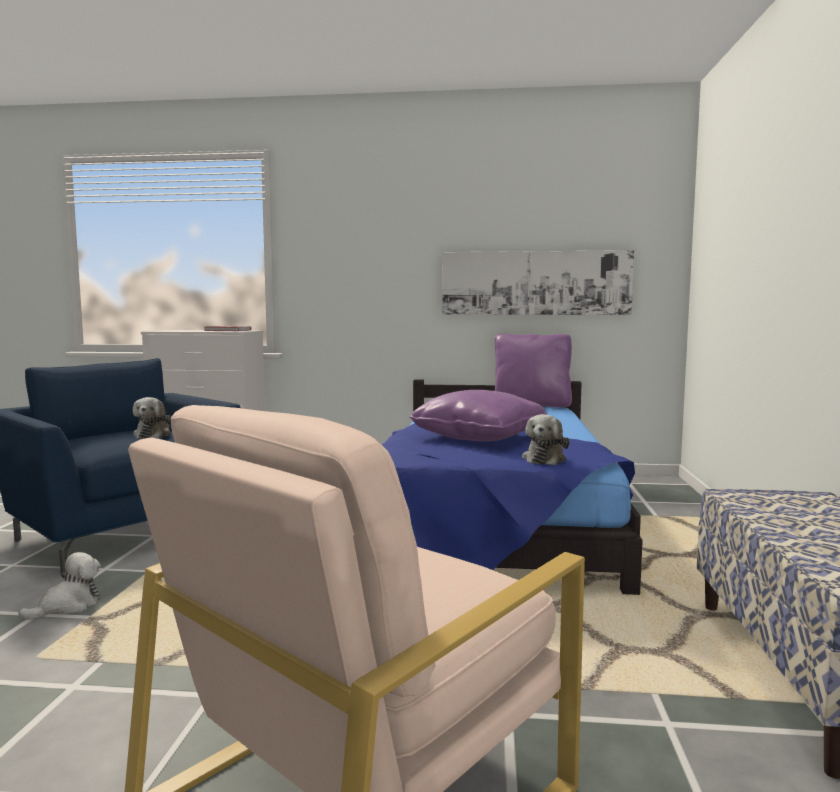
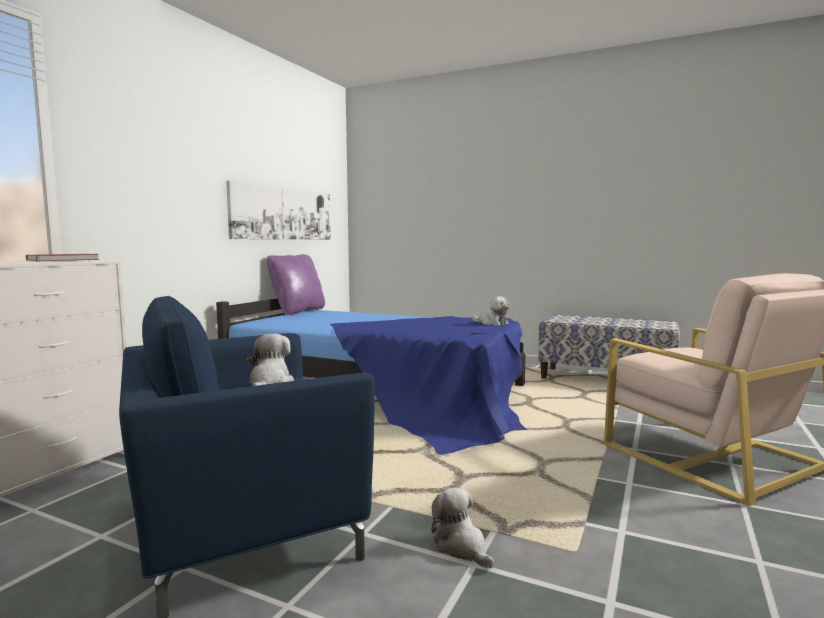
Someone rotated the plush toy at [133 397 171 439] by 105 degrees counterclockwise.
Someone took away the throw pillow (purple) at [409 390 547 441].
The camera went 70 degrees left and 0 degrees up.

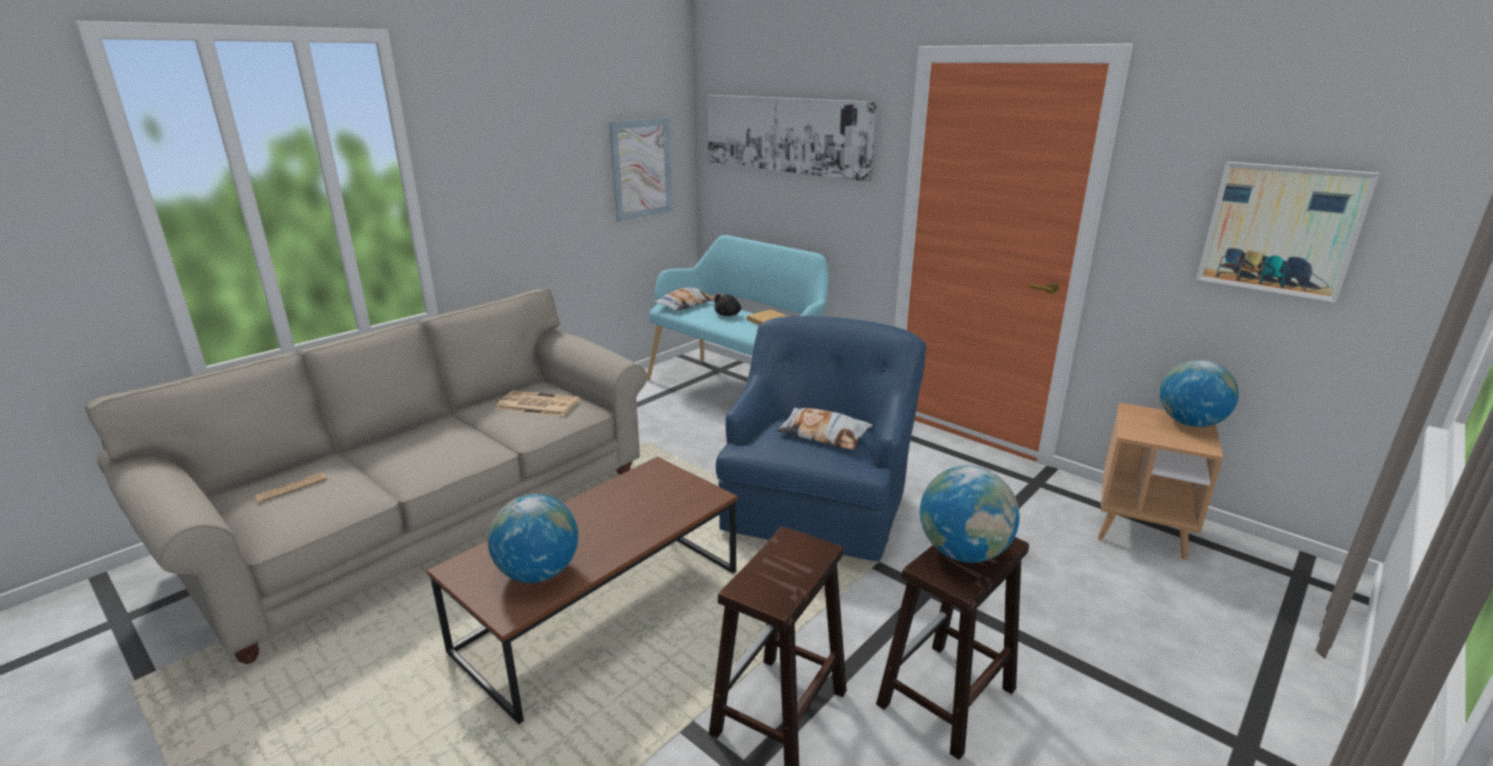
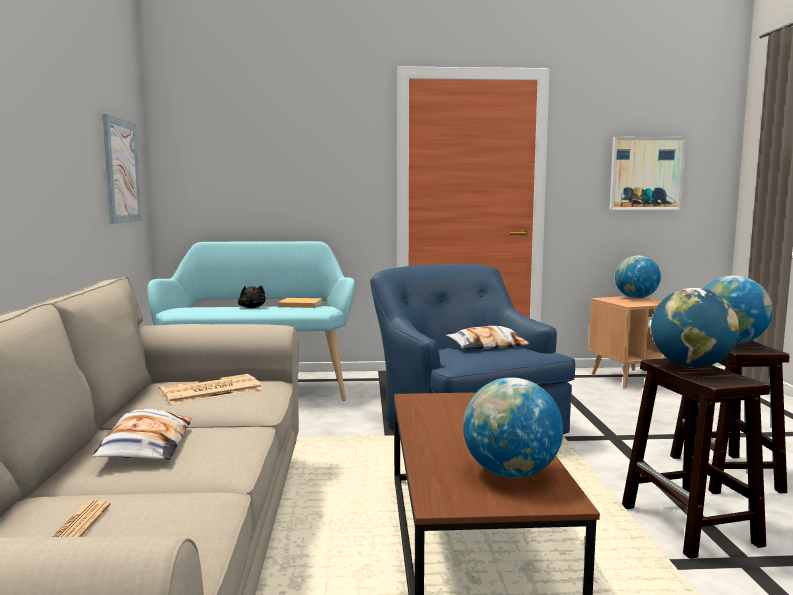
Someone carried the throw pillow from [653 287 715 311] to [92 409 192 460].
Someone put down the world globe at [651 288 739 368].
Someone took away the picture at [707 95 877 182].
The camera went 45 degrees left and 15 degrees down.

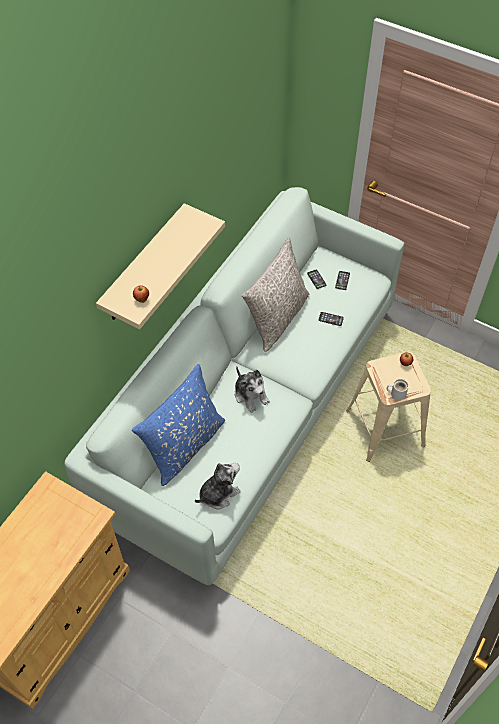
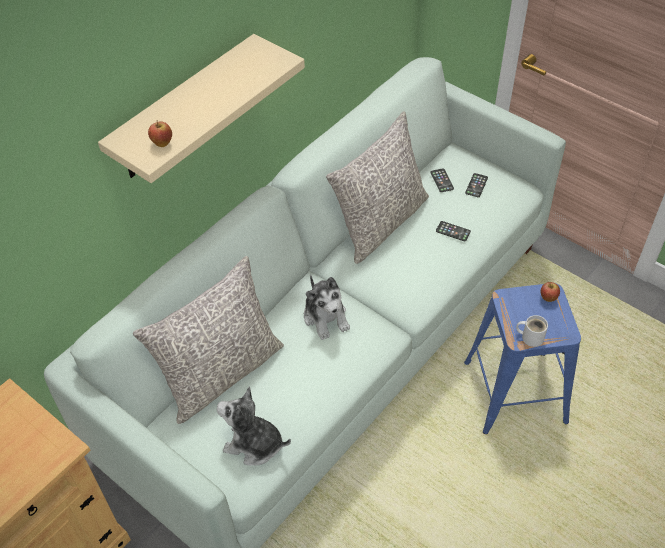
Someone repainted the throw pillow (bluish) at [132 364 225 486], which became the throw pillow (gray) at [133 256 284 424].
Someone rotated the plush toy at [195 463 241 509] by 135 degrees counterclockwise.
Someone repainted the sitting stool (beige) at [346 352 431 462], which became the sitting stool (bluish) at [464 284 581 434].
The camera went 10 degrees right and 5 degrees down.

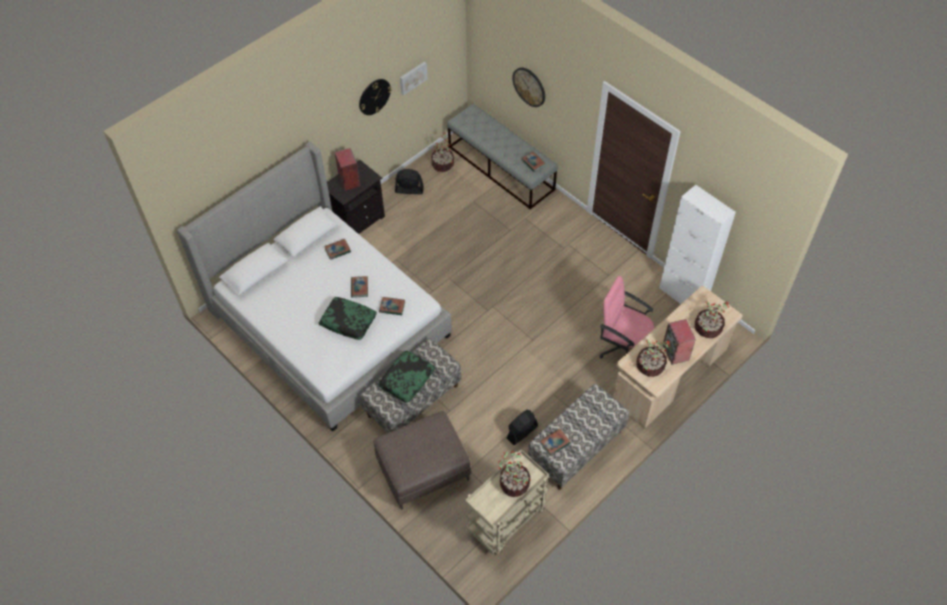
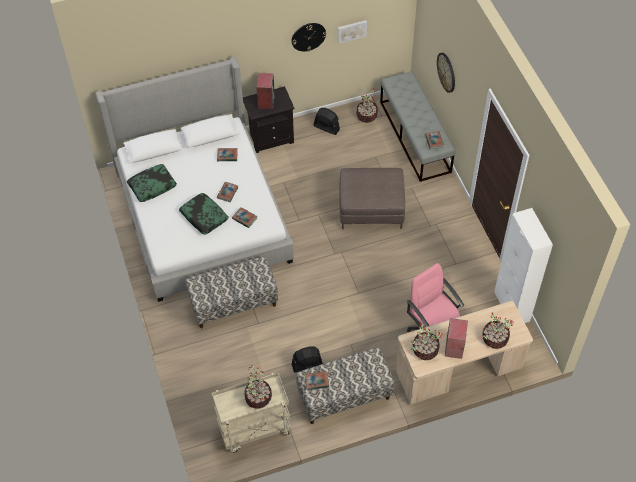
Someone carried the throw pillow from [378 351 435 403] to [127 164 177 202].
Someone carried the pouffe (brown) from [373 411 471 510] to [339 168 405 229].
The camera went 25 degrees right and 0 degrees up.

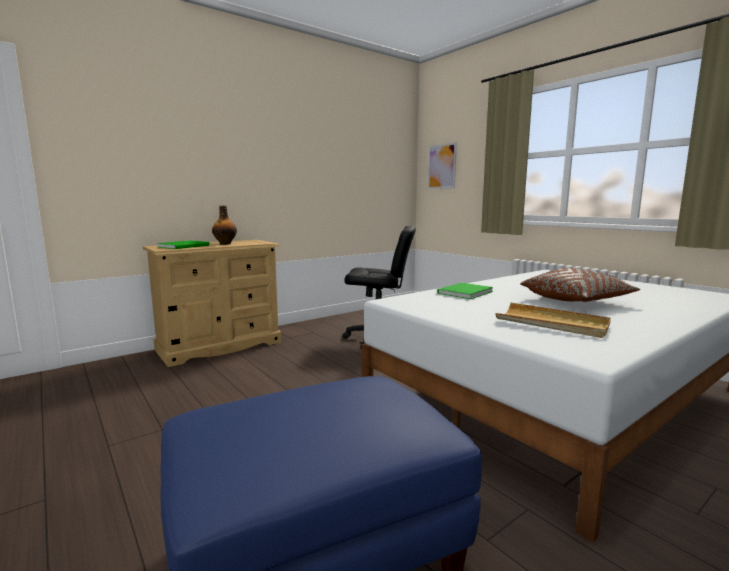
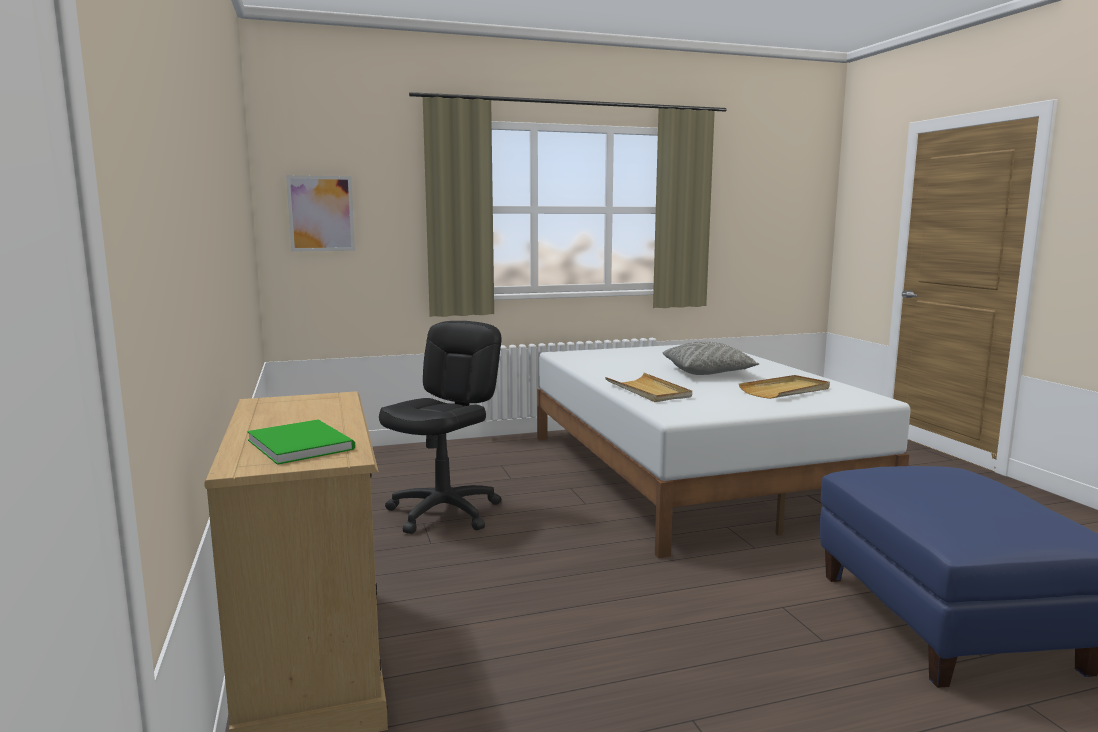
Someone swapped the book (green) at [437 283 493 299] for the tray (beige) at [605 373 692 402].
Someone repainted the throw pillow (brown) at [521 268 640 302], which became the throw pillow (gray) at [663 342 759 375].
Someone took away the bottle at [212 205 237 245].
The camera went 70 degrees left and 0 degrees up.

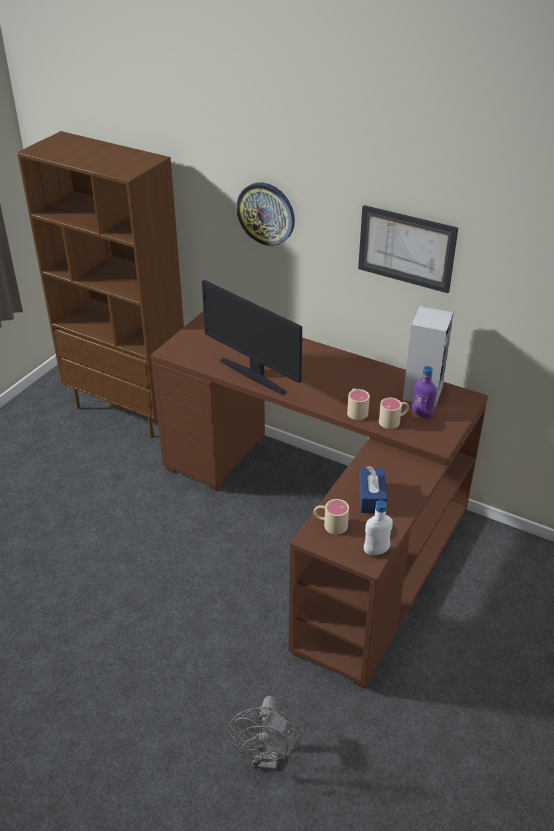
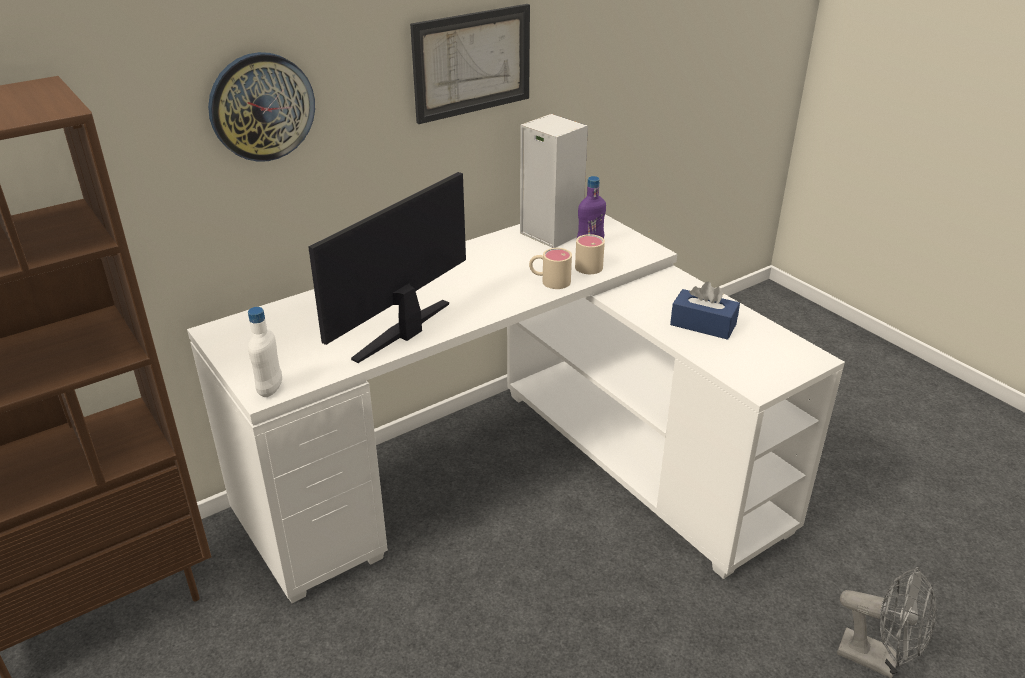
Someone repainted the desk (brown) at [150 312 488 688], which became the desk (white) at [187 214 845 603].
Someone carried the bottle (white) from [364 500 393 555] to [248 307 282 397].
Someone rotated the monitor at [202 280 302 395] by 150 degrees clockwise.
Someone took away the coffee mug (beige) at [314 499 349 535].
The camera went 65 degrees left and 5 degrees down.

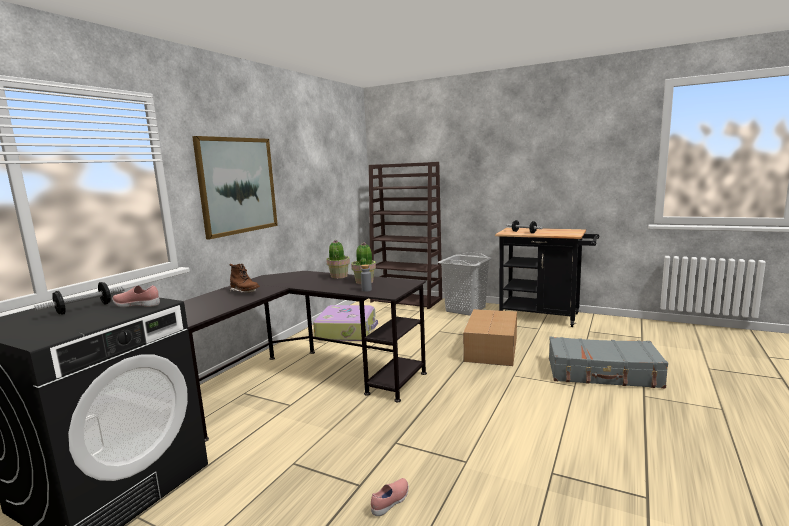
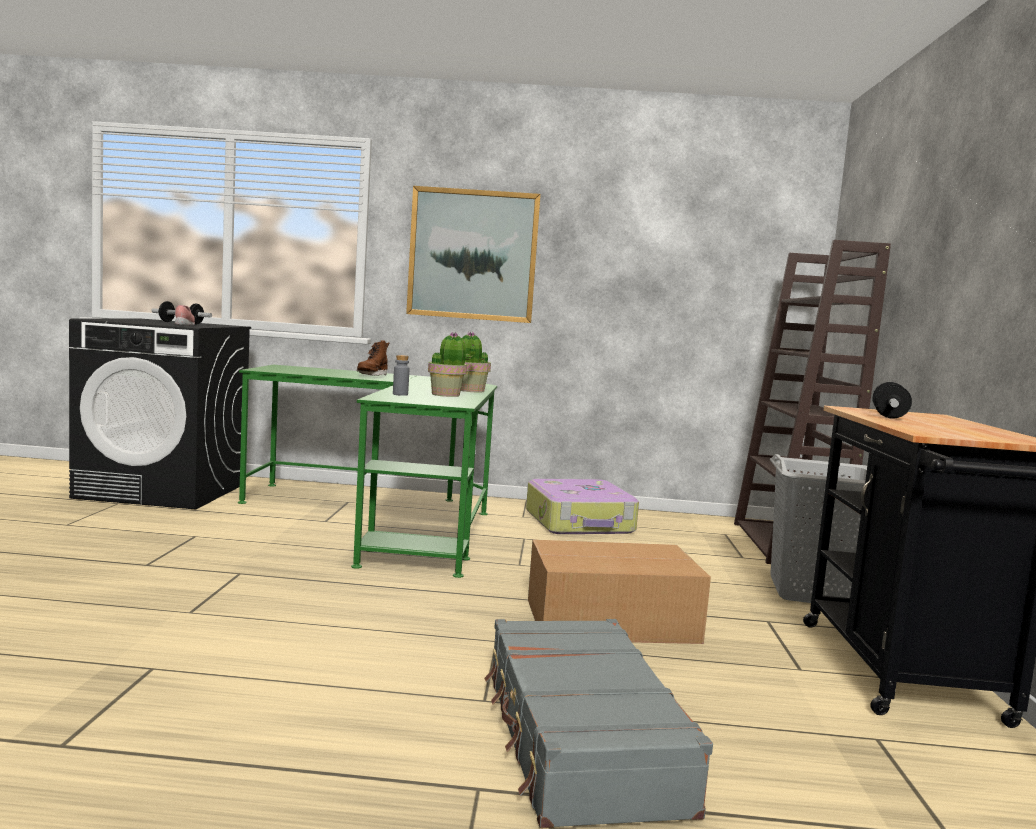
Someone repainted the desk (blackish) at [183 271 427 442], which became the desk (green) at [238 365 497 578].
Someone took away the low shoe (pink) at [371 478 409 516].
The camera went 65 degrees right and 5 degrees down.

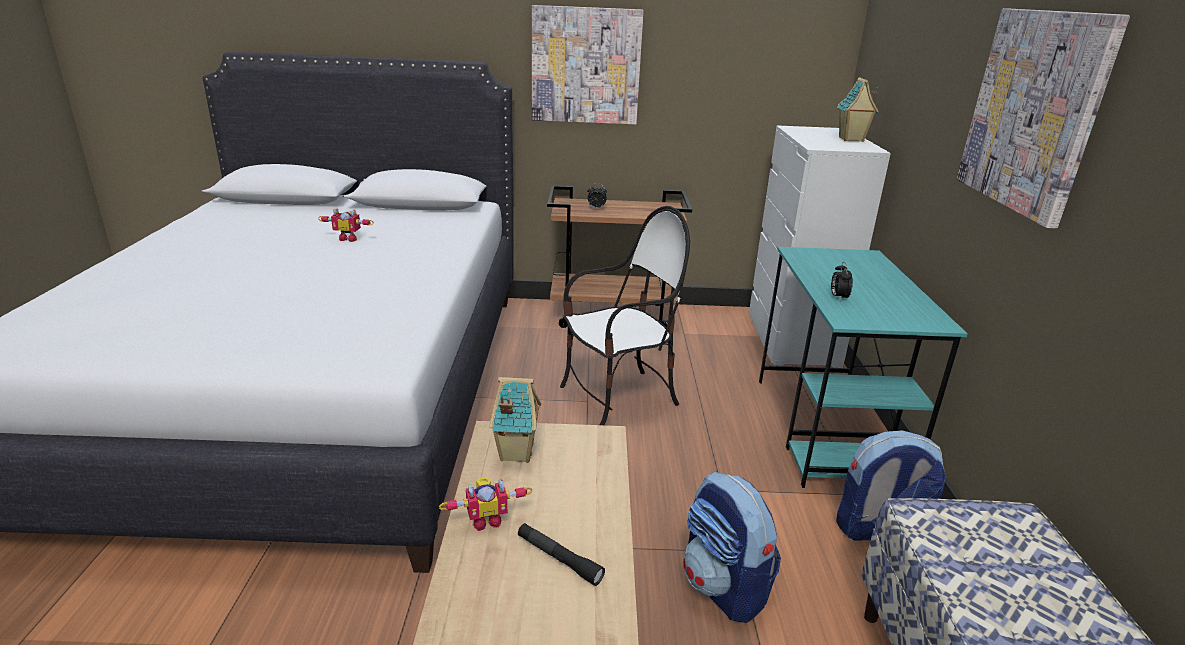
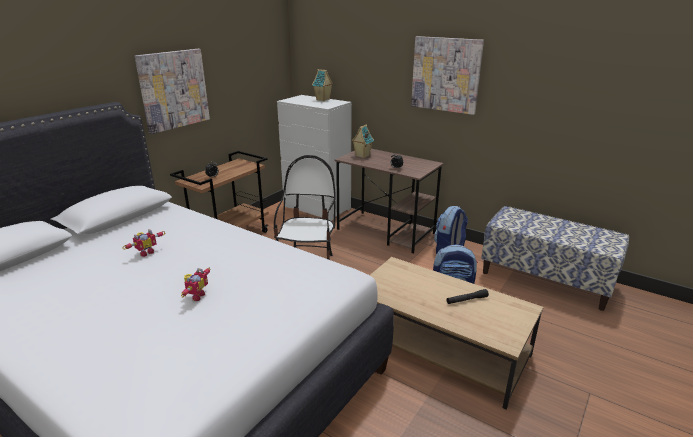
Someone carried the toy robot from [439 477 532 531] to [181 268 210 301].
Someone repainted the desk (turquoise-coloured) at [759 247 968 488], which became the desk (brown) at [335 149 444 254].
Someone carried the model house from [489 377 541 463] to [352 124 374 158].
The camera went 55 degrees left and 0 degrees up.

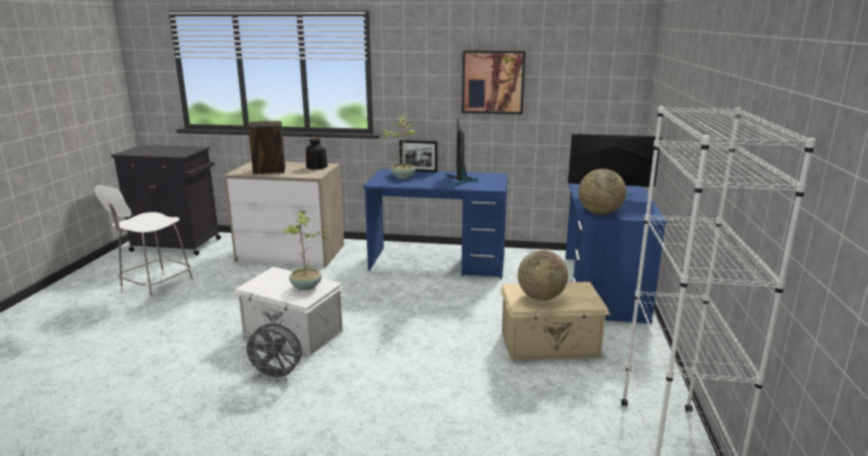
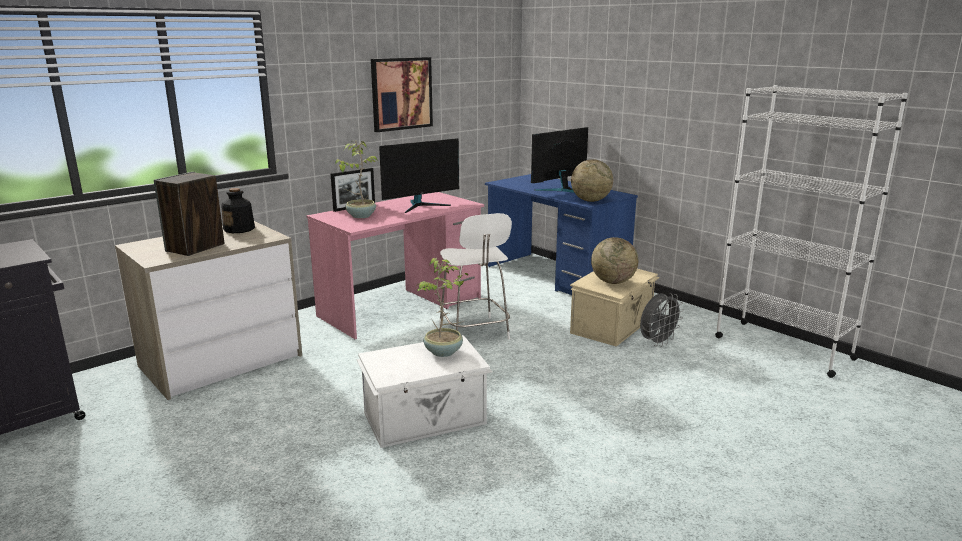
Someone repainted the desk (bluish) at [363 169 508 279], which became the desk (pink) at [307 192 484 340].
Someone rotated the monitor at [445 118 478 187] by 75 degrees counterclockwise.
Someone carried the chair (white) from [95 185 195 303] to [439 213 512 339].
Someone carried the cooling fan (gray) from [241 323 302 382] to [640 293 684 347].
The camera went 50 degrees left and 0 degrees up.

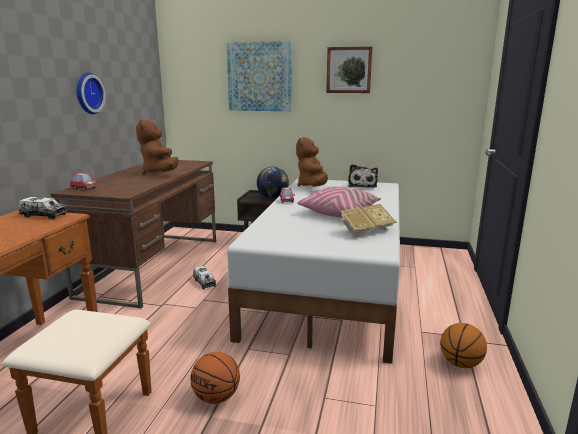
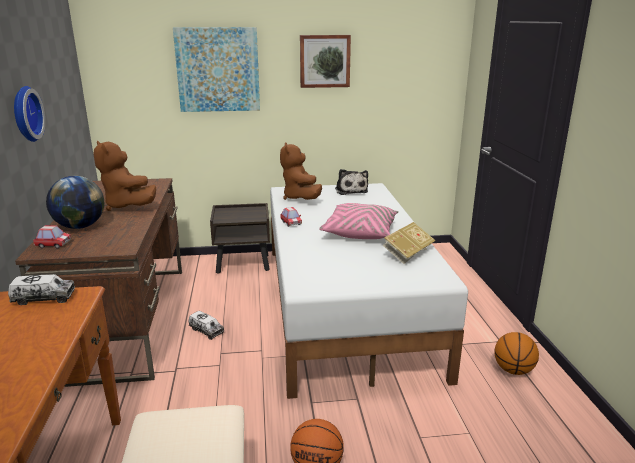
Someone carried the world globe from [257 166 289 199] to [46 176 105 229].
The camera went 20 degrees left and 5 degrees up.

